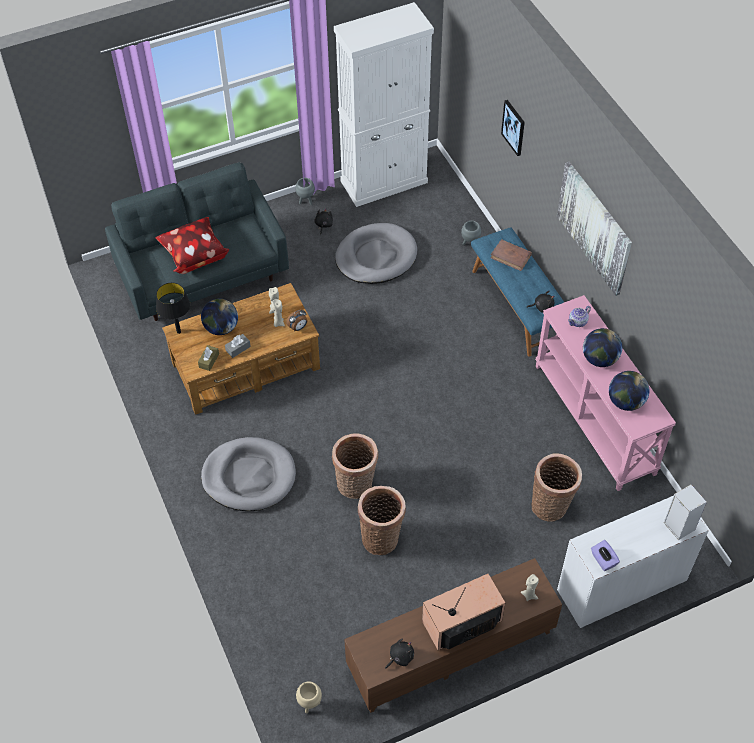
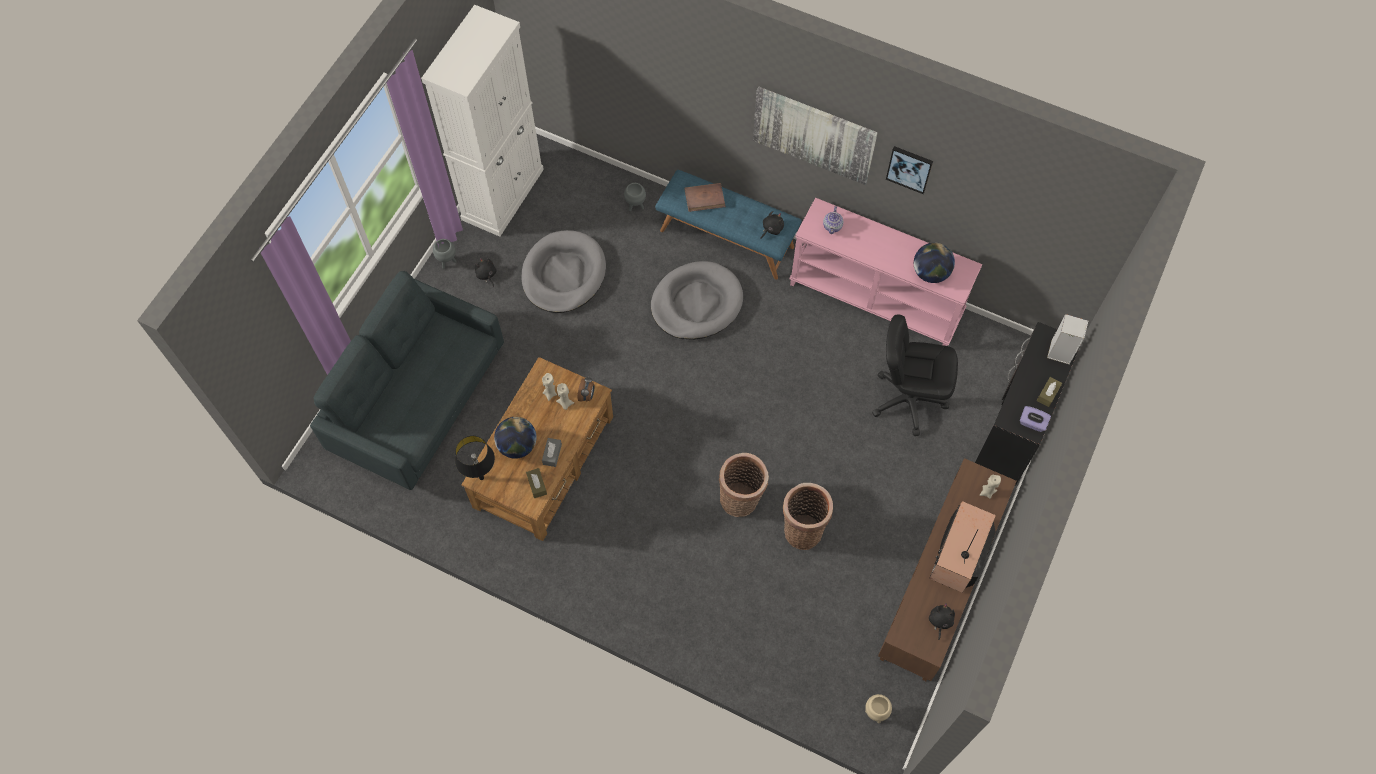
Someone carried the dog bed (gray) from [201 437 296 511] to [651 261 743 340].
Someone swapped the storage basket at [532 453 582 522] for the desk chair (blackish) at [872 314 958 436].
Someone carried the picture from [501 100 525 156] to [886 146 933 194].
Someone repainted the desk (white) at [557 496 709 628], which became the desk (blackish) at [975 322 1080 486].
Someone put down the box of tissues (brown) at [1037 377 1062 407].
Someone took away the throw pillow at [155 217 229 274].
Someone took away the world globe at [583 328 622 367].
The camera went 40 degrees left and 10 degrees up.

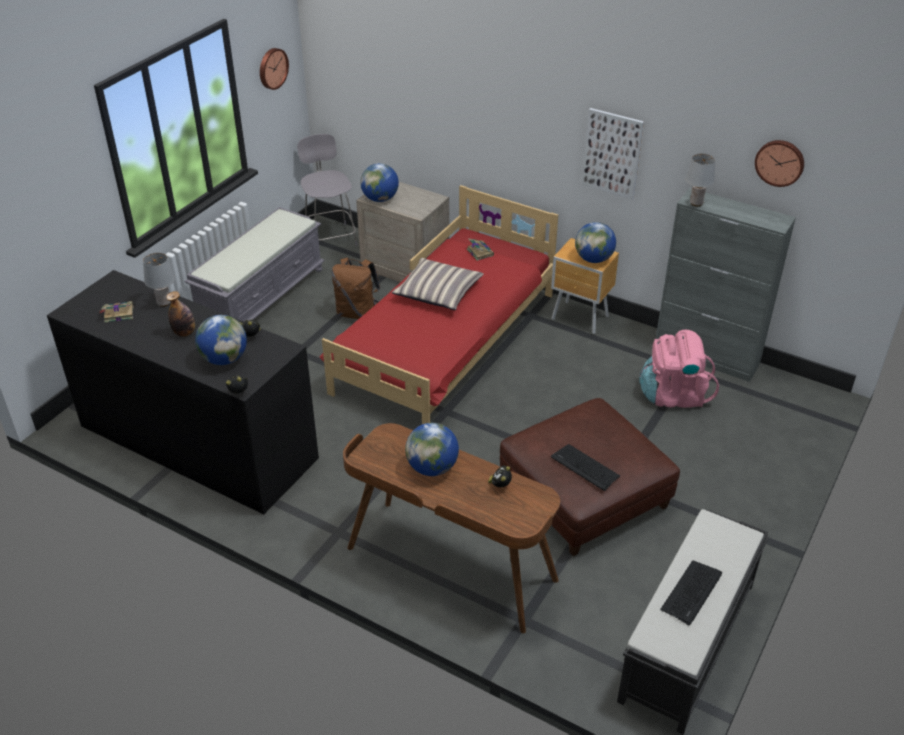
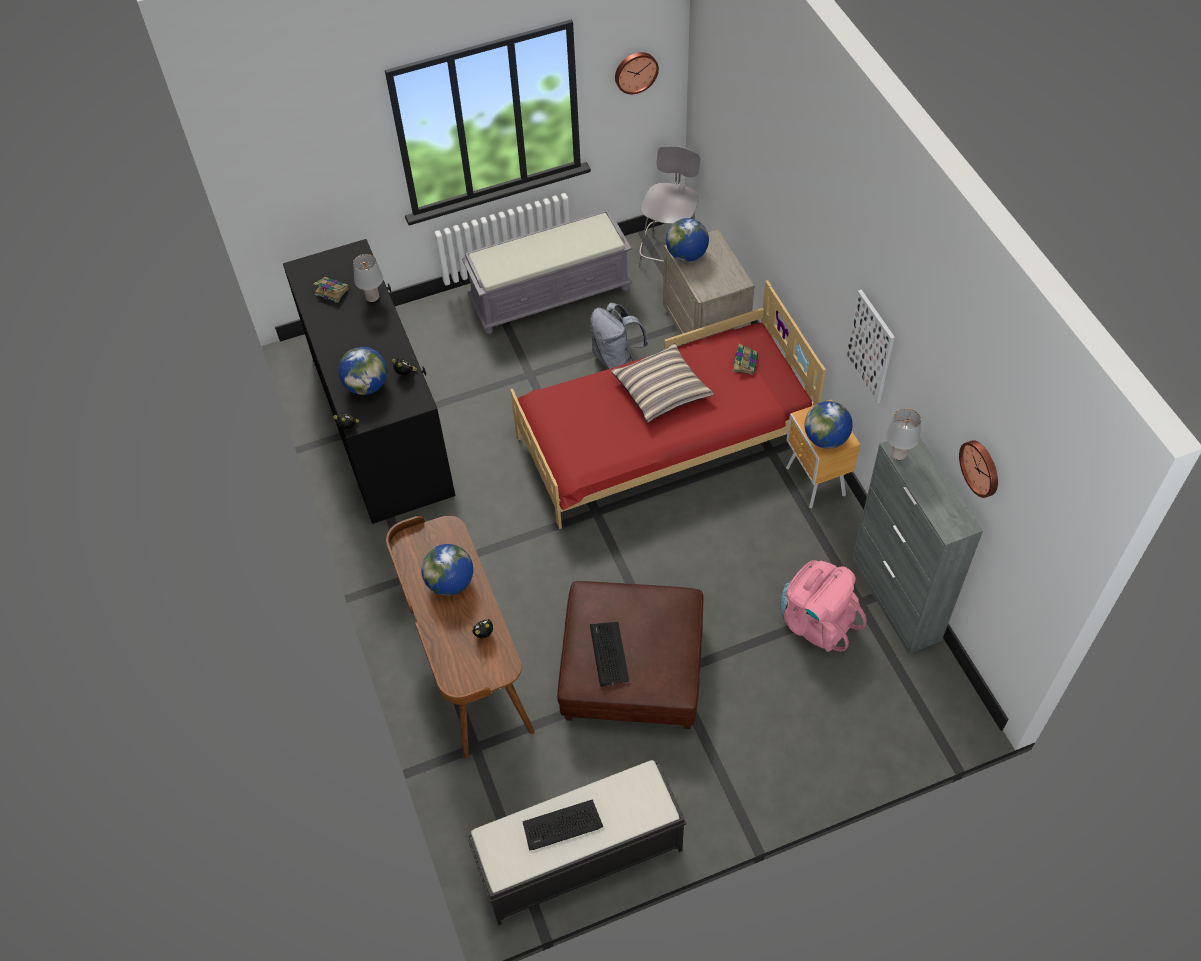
Someone repainted the rucksack (brown) at [332 258 380 319], which became the rucksack (gray) at [590 303 648 369].
Someone took away the bottle at [166 291 195 337].
The camera went 40 degrees right and 15 degrees up.

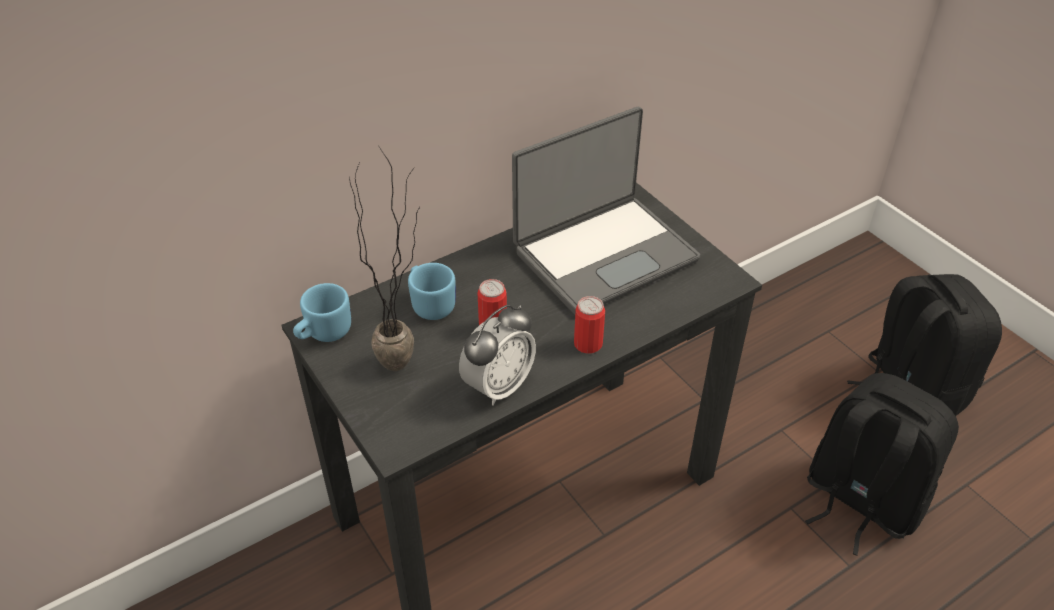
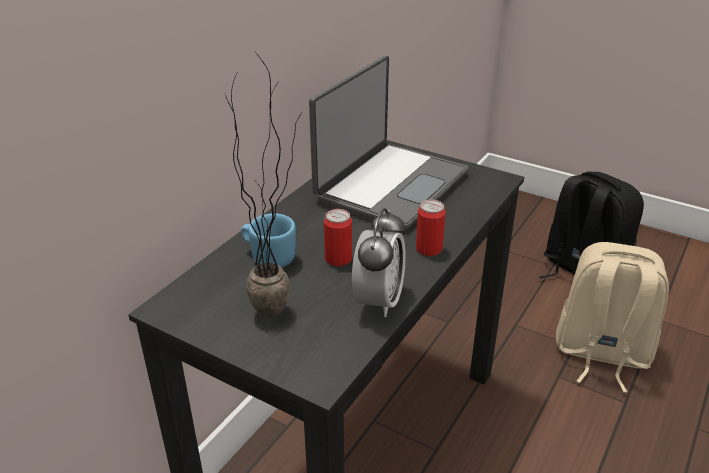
Someone repainted the rucksack (blackish) at [805 373 959 556], which became the rucksack (beige) at [556 242 669 392].
Someone took away the coffee mug (bluish) at [293 283 351 342].
The camera went 25 degrees left and 10 degrees down.

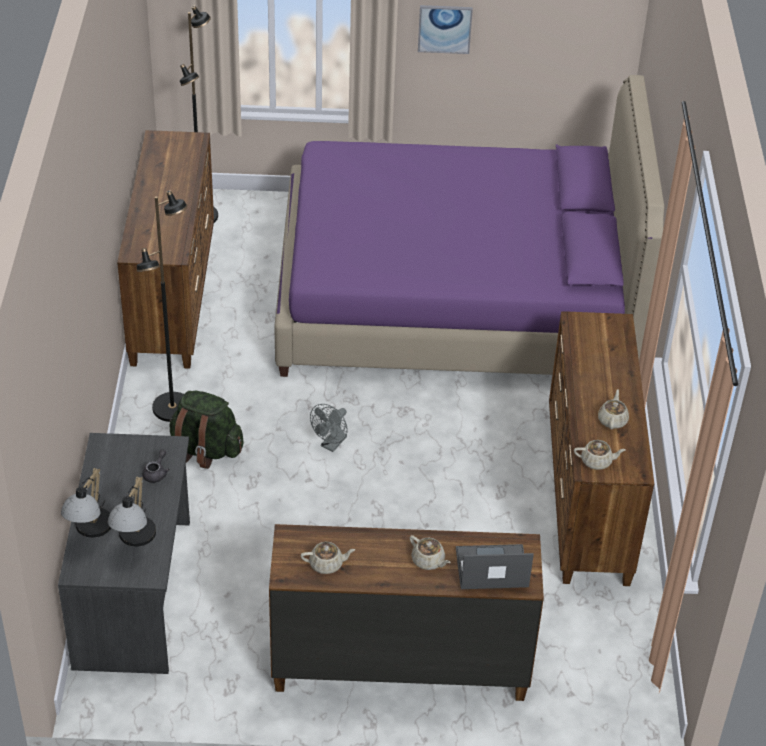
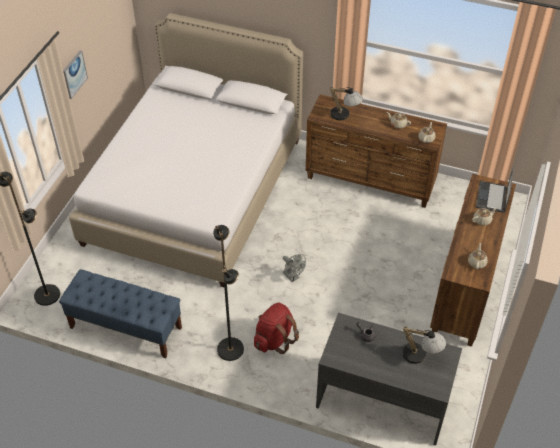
Someone swapped the dresser (brown) at [117 130 214 369] for the indoor bench (bluish) at [59 269 182 358].
Someone repainted the bed (purple) at [274 75 664 377], which became the bed (white) at [69 13 303 287].
Someone repainted the rucksack (green) at [169 391 244 469], which became the rucksack (red) at [254 302 299 354].
Someone carried the tabletop lamp from [61 468 111 538] to [325 87 363 120].
The camera went 70 degrees left and 5 degrees up.

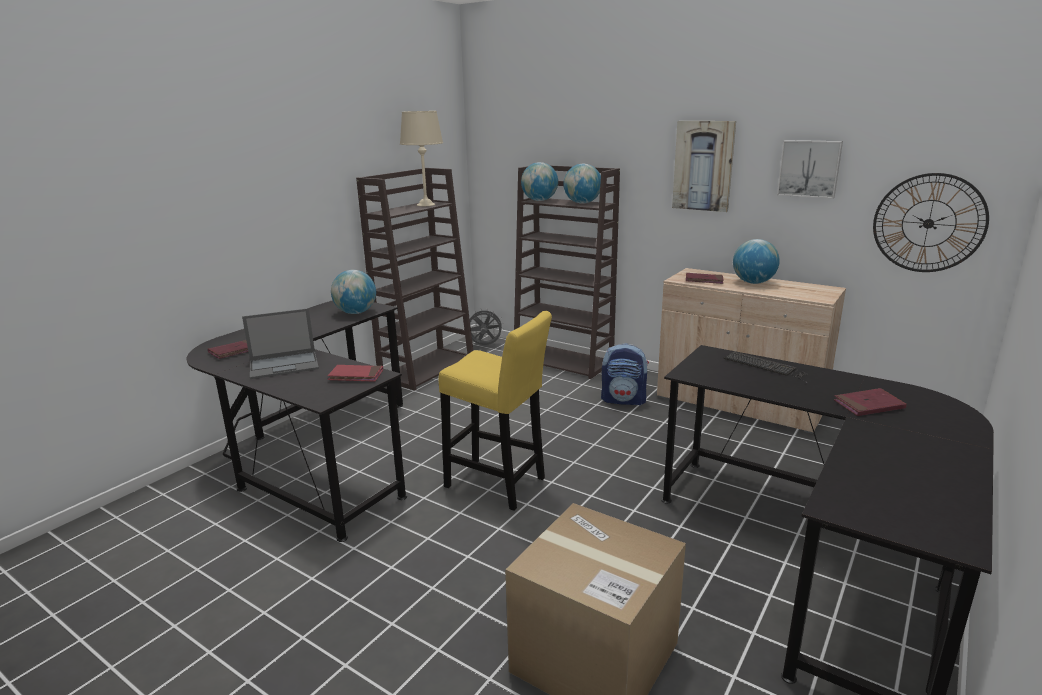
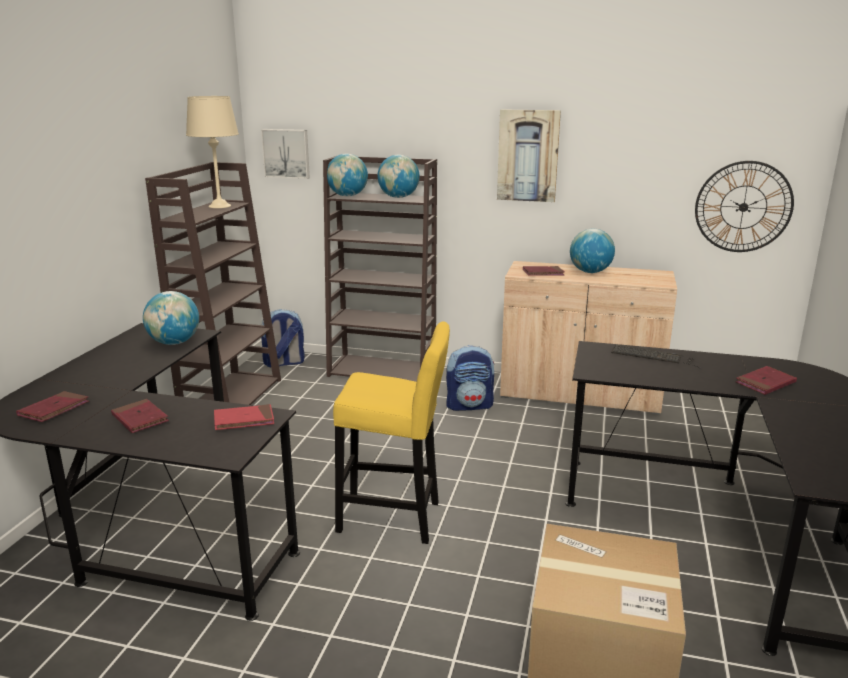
Someone swapped the portable computer at [242 308 319 379] for the book (red) at [111 399 169 433].
Someone carried the picture from [777 140 843 199] to [261 129 310 179].
Someone swapped the cooling fan (gray) at [469 308 504 345] for the rucksack at [261 309 305 367].
The camera went 20 degrees left and 0 degrees up.

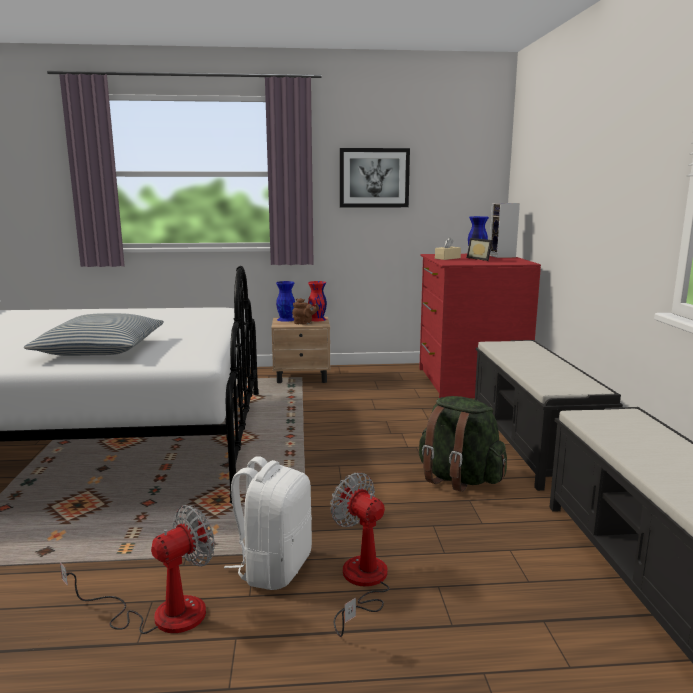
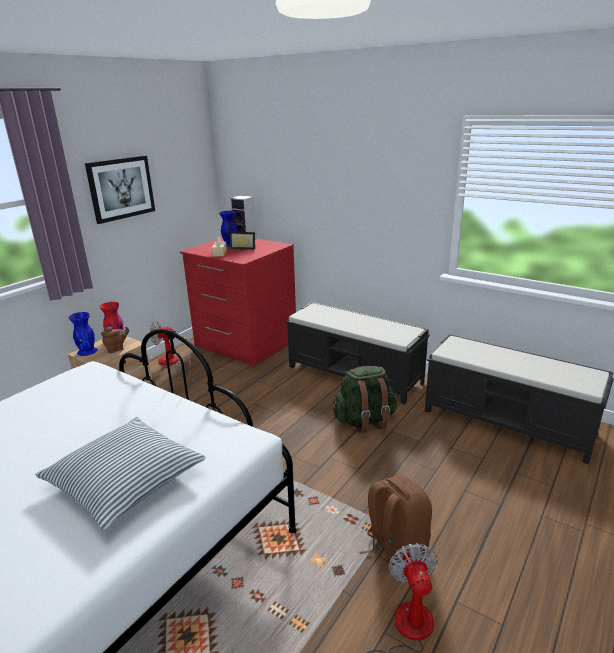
Someone carried the cooling fan from [330 473 389 637] to [150 321 191 376].
Someone repainted the rucksack (white) at [224 456 312 590], which became the rucksack (brown) at [359 475 432 574].
The camera went 50 degrees left and 10 degrees up.

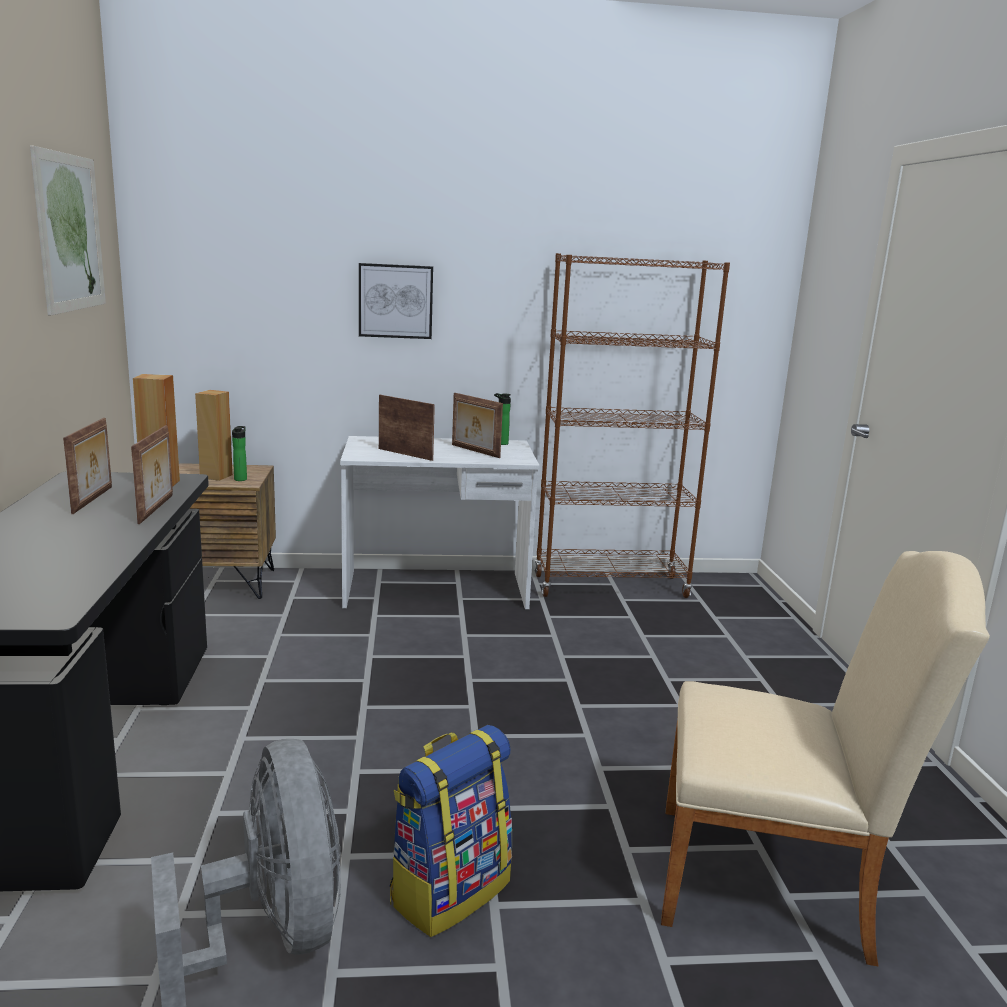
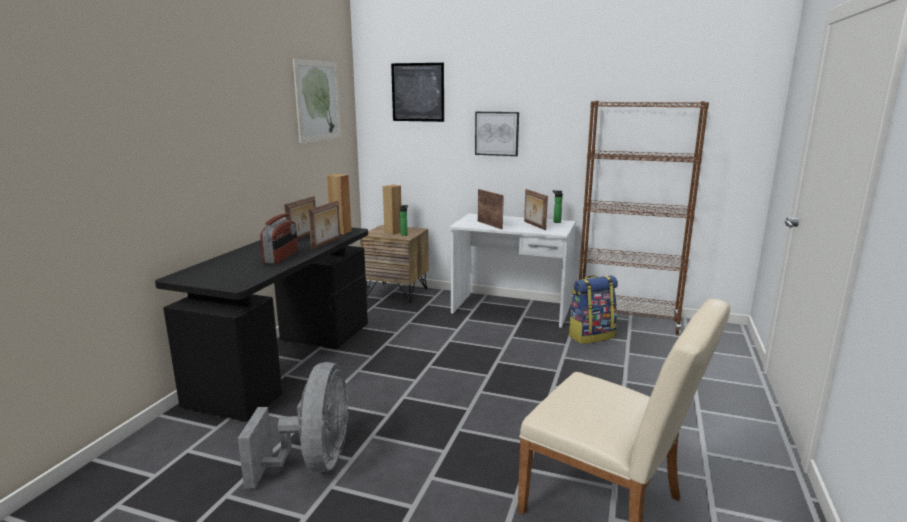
Someone put down the radio set at [260 213 298 264].
Someone put up the picture at [391 63 444 122].
Someone carried the rucksack from [390 725 512 937] to [568 275 618 344].
The camera went 25 degrees right and 0 degrees up.

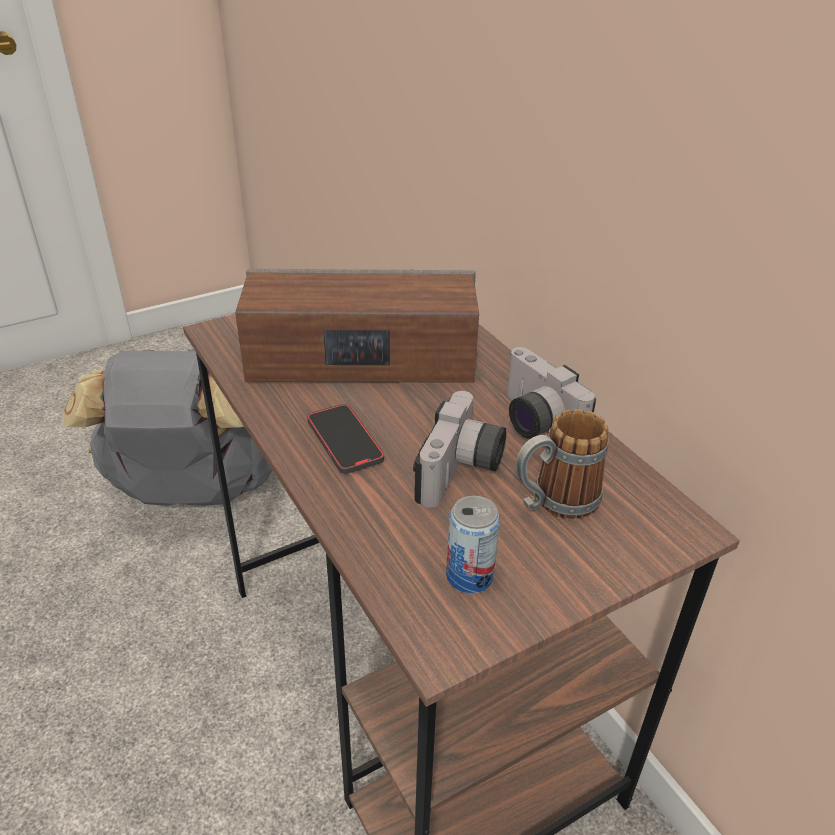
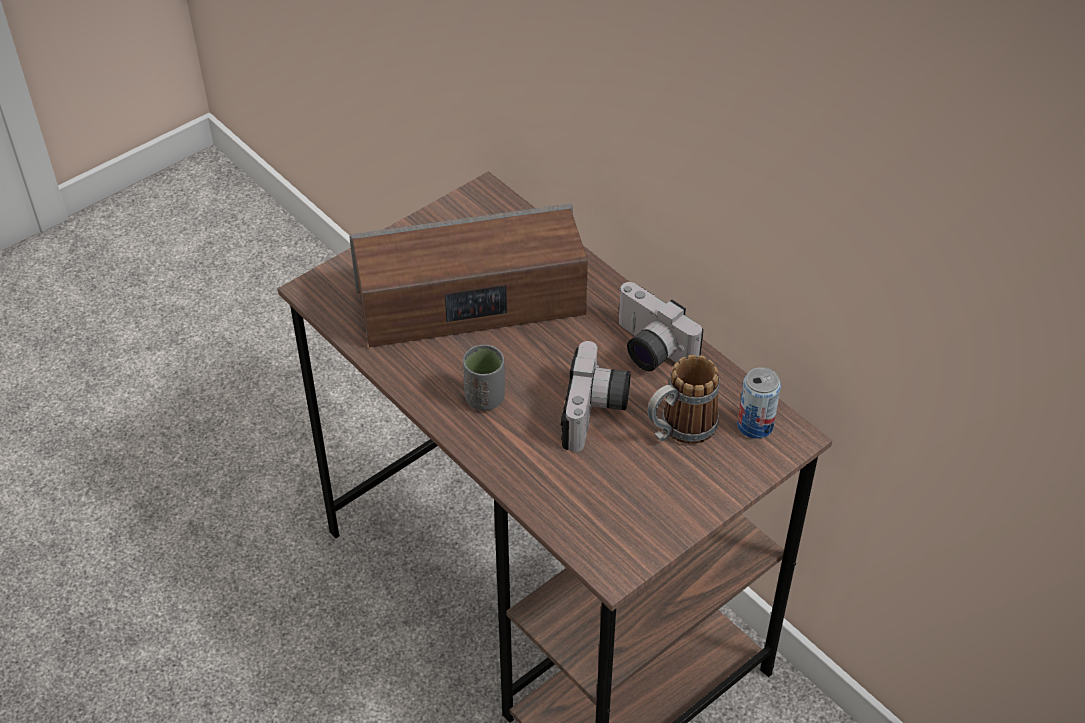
Someone swapped the phone at [307 404 384 474] for the drinking cup (gray) at [463 345 505 410].
Someone carried the can from [446 495 500 593] to [737 367 781 439].
Someone took away the rucksack (gray) at [62 348 273 506].
The camera went 10 degrees left and 10 degrees up.

